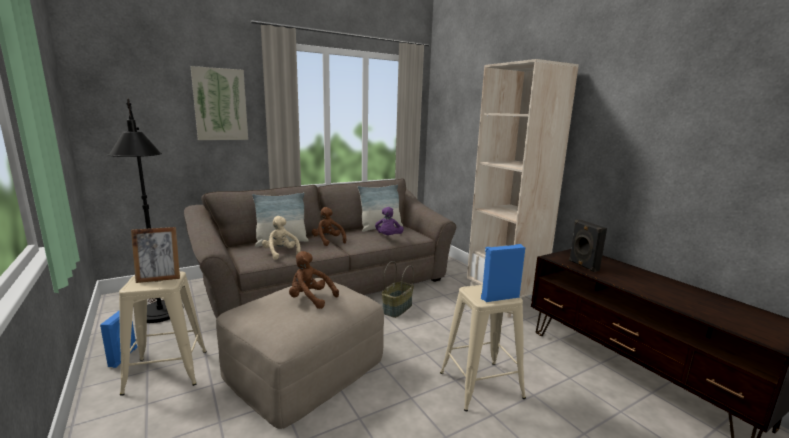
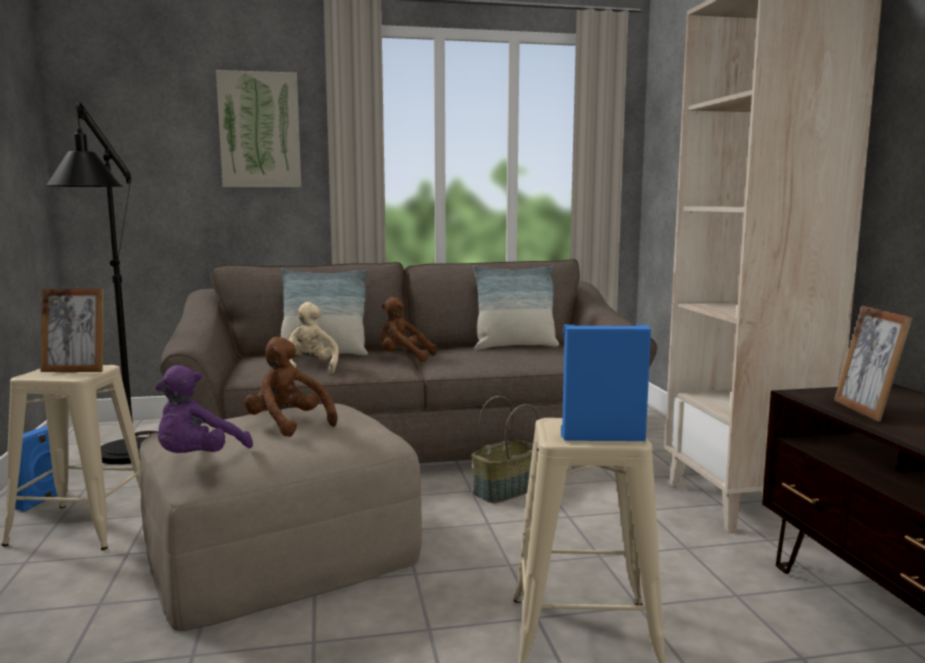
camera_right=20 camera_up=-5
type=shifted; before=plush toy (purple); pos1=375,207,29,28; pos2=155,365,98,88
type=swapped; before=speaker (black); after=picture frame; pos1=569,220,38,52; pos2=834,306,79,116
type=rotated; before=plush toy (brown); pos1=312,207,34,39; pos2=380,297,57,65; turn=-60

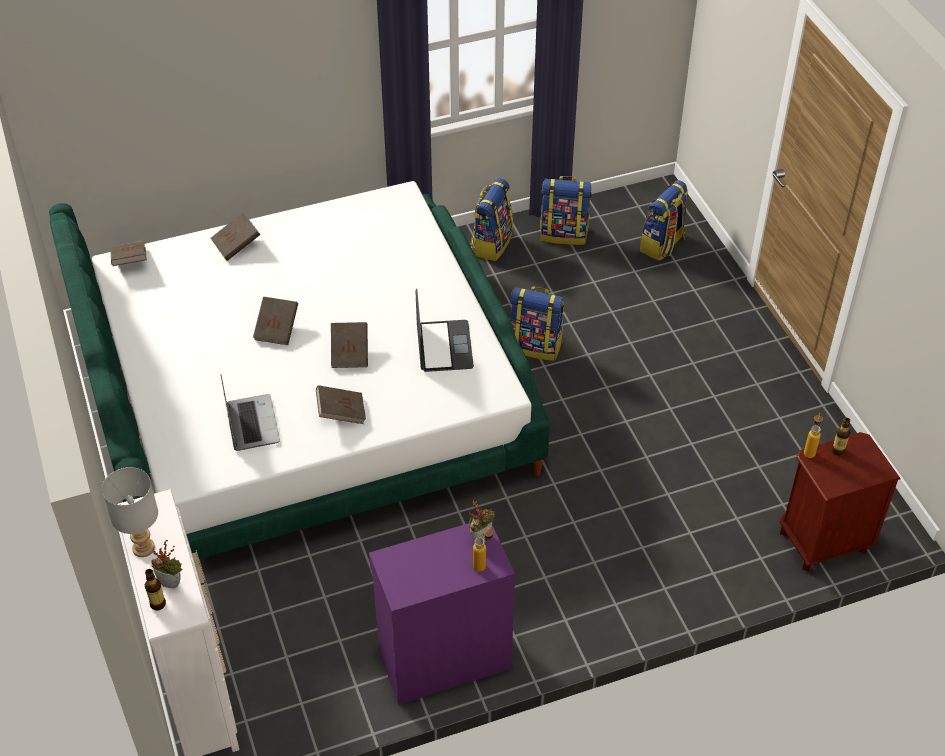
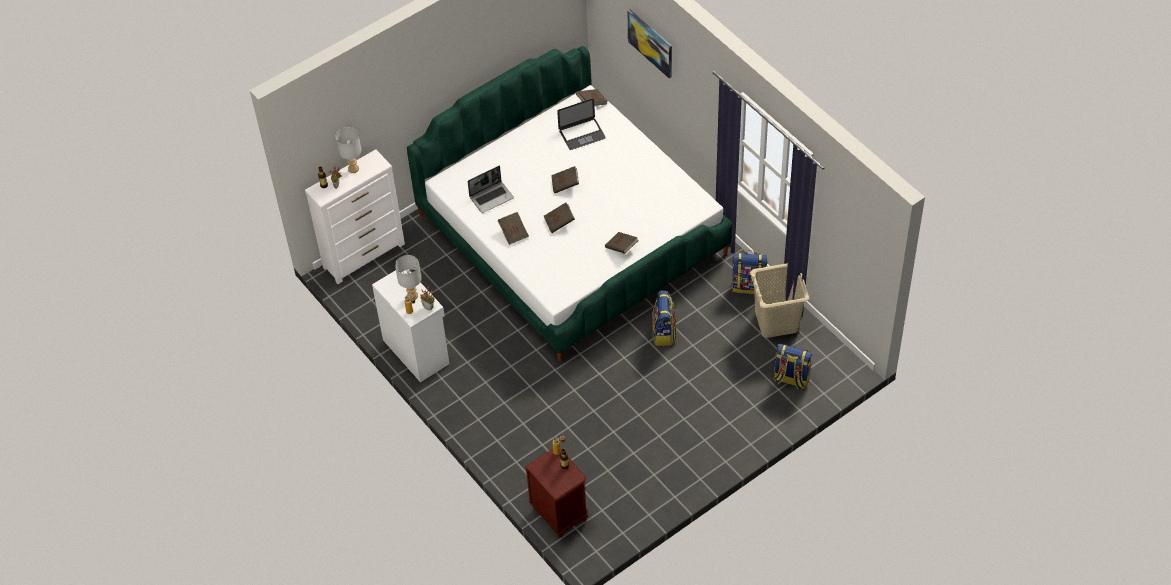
camera_right=75 camera_up=5
type=new; after=table lamp (grey); pos2=395,255,26,45
type=new; after=picture; pos2=627,9,45,69
type=shifted; before=book (brown); pos1=210,213,50,48; pos2=605,232,34,22
type=shifted; before=laptop; pos1=416,289,58,83; pos2=557,99,49,51
type=swapped; before=backpack; after=laundry basket (beige); pos1=541,176,51,69; pos2=750,263,59,75
type=repainted; before=cabinet (purple); after=cabinet (white); pos1=369,523,146,182; pos2=372,270,78,112

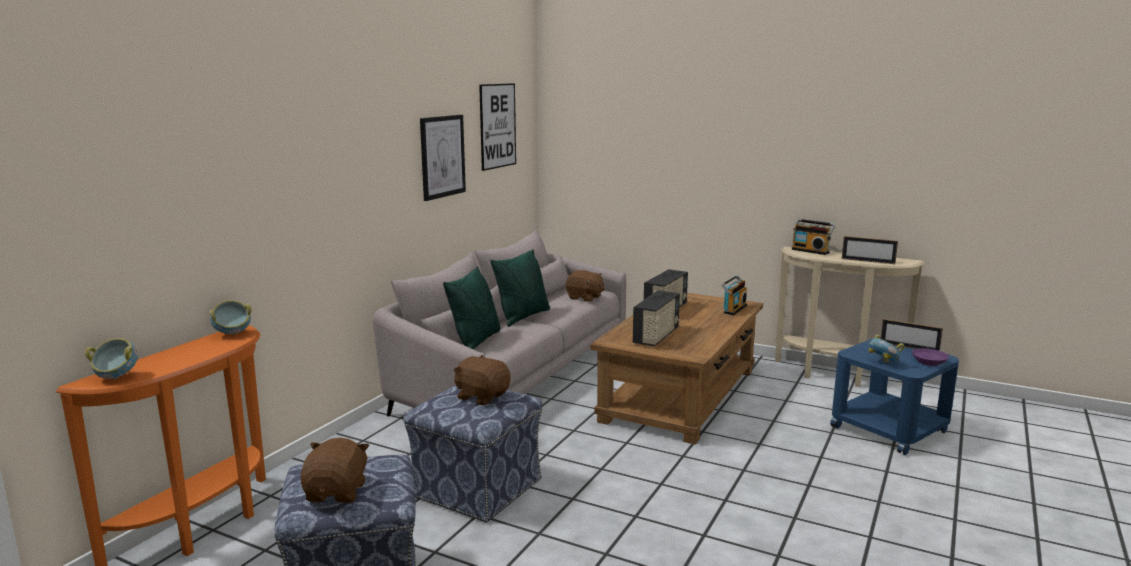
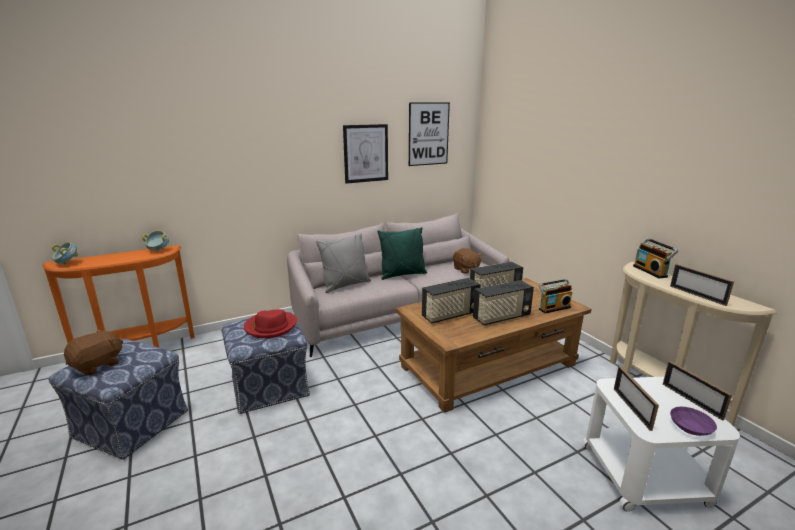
camera_right=35 camera_up=5
type=new; after=radio; pos2=473,280,61,45
type=swapped; before=plush toy (brown); after=hat (red); pos1=454,355,57,50; pos2=244,309,53,29
type=swapped; before=bowl; after=picture frame; pos1=868,335,36,28; pos2=614,366,45,65
type=repainted; before=pillow (green); after=pillow (grey); pos1=443,266,58,83; pos2=316,234,55,59
type=repainted; before=side table (blue); after=side table (white); pos1=830,337,129,118; pos2=582,377,158,135

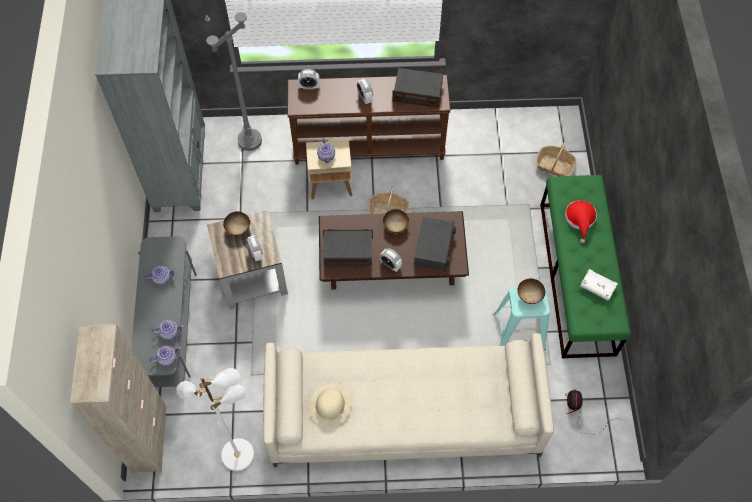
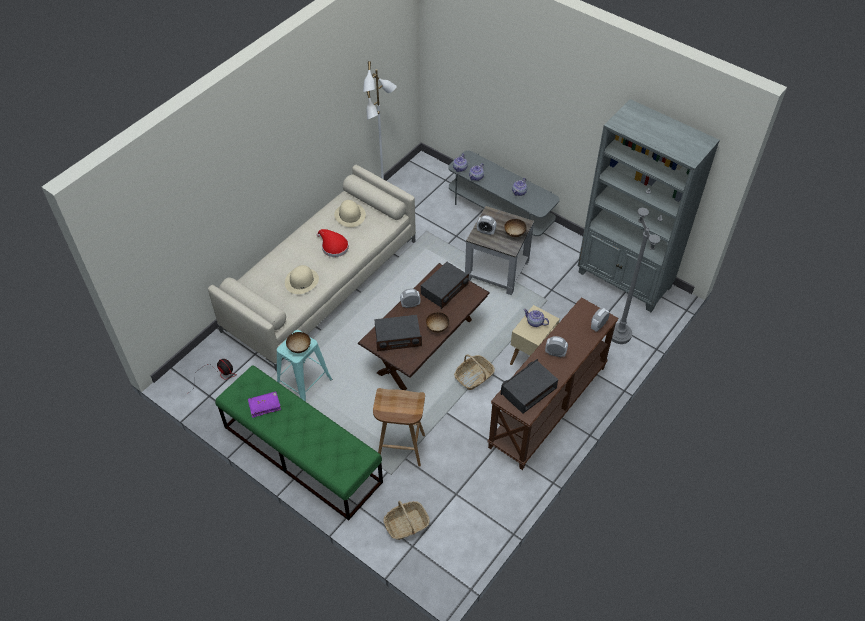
camera_right=130 camera_up=-10
type=gone; before=cabinet (beige); pos1=70,324,96,148
type=new; after=hat (beige); pos2=285,265,34,29
type=new; after=stool (brown); pos2=373,388,52,79
type=shifted; before=hat (red); pos1=565,200,32,43; pos2=317,229,32,28
type=repainted; before=book (white); after=book (purple); pos1=580,269,38,32; pos2=248,391,33,27
type=rotated; before=radio; pos1=414,217,42,55; pos2=374,315,48,36; turn=-60

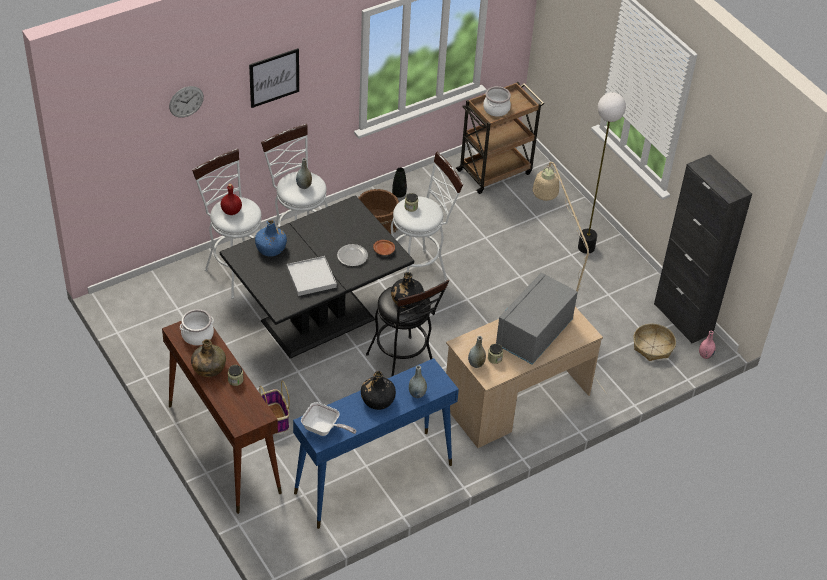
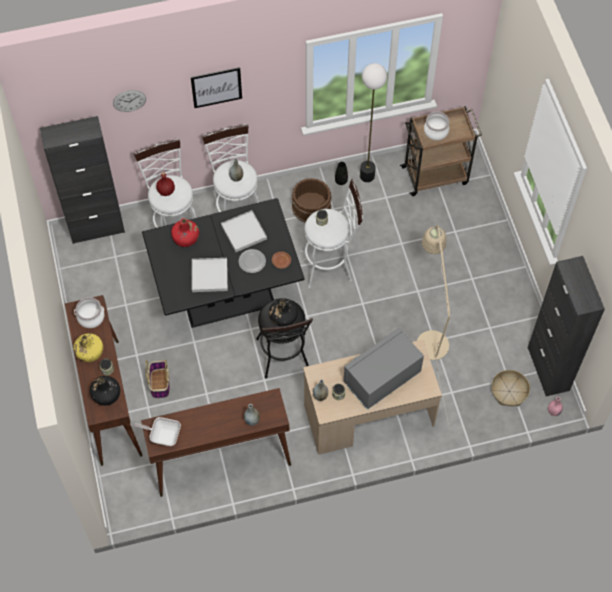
camera_right=20 camera_up=15
type=new; after=cabinet (black); pos2=40,116,85,128
type=new; after=tray (white); pos2=221,210,46,42
type=shifted; before=bottle (black); pos1=361,371,35,39; pos2=90,376,30,29
type=shifted; before=floor lamp; pos1=578,92,48,162; pos2=360,63,27,119
type=repainted; before=bottle (green); after=bottle (yellow); pos1=191,339,35,38; pos2=73,333,30,29
type=repainted; before=bottle (blue); after=bottle (red); pos1=255,220,32,37; pos2=171,218,28,29
type=repainted; before=console table (blue); after=console table (brown); pos1=293,358,166,171; pos2=141,388,150,109
type=rotated; before=frying pan; pos1=301,402,55,34; pos2=132,417,49,29; turn=150

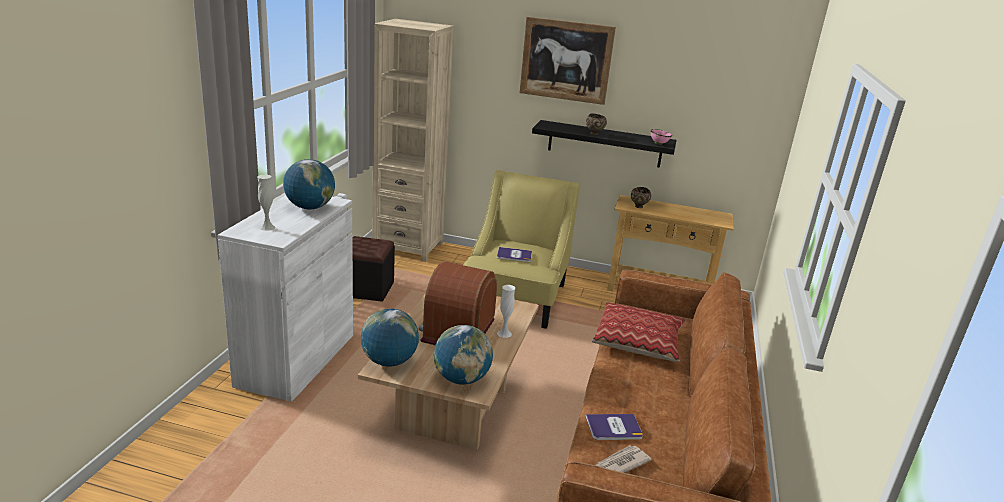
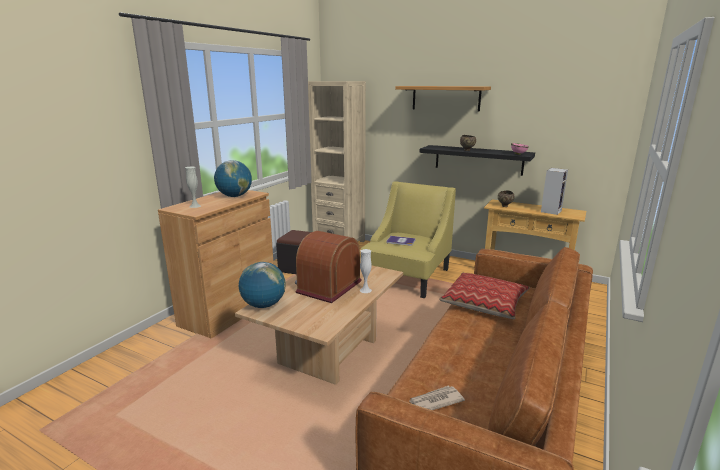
camera_right=15 camera_up=-5
type=gone; before=globe; pos1=433,325,60,60
type=gone; before=book; pos1=586,414,57,26
type=new; after=speaker; pos2=541,168,27,47
type=swapped; before=picture; after=shelf; pos1=520,17,96,88; pos2=395,86,96,26
type=repainted; before=cabinet (white); after=cabinet (brown); pos1=218,196,135,206; pos2=158,190,116,149

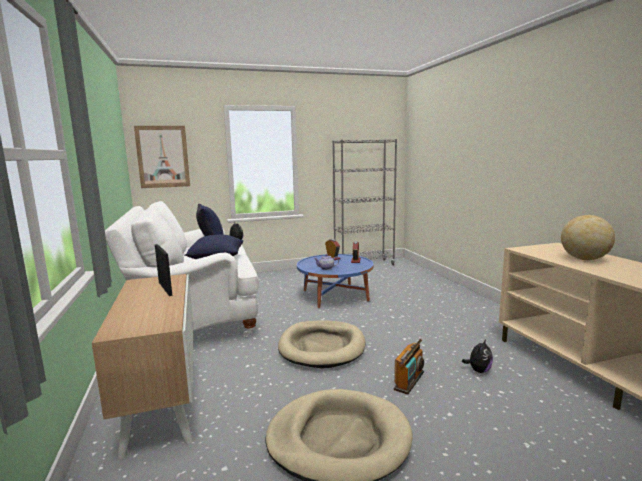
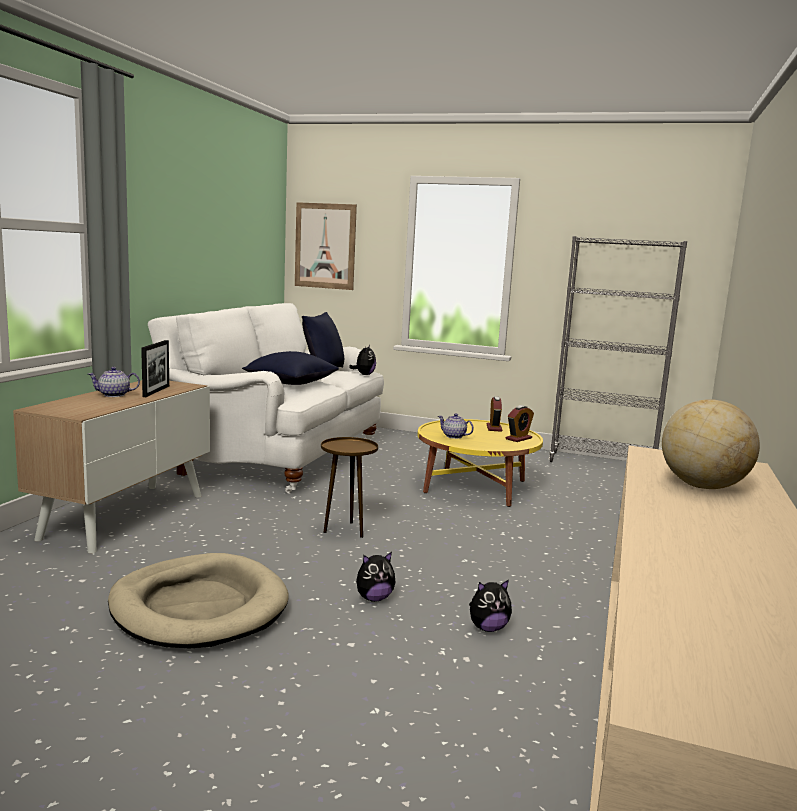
camera_right=35 camera_up=0
type=new; after=teapot; pos2=88,367,52,30
type=swapped; before=dog bed (beige); after=side table (brown); pos1=278,320,87,48; pos2=321,437,57,101
type=swapped; before=radio; after=plush toy; pos1=394,339,30,55; pos2=356,552,39,50
type=repainted; before=coffee table (blue); after=coffee table (yellow); pos1=297,254,76,54; pos2=418,419,125,88

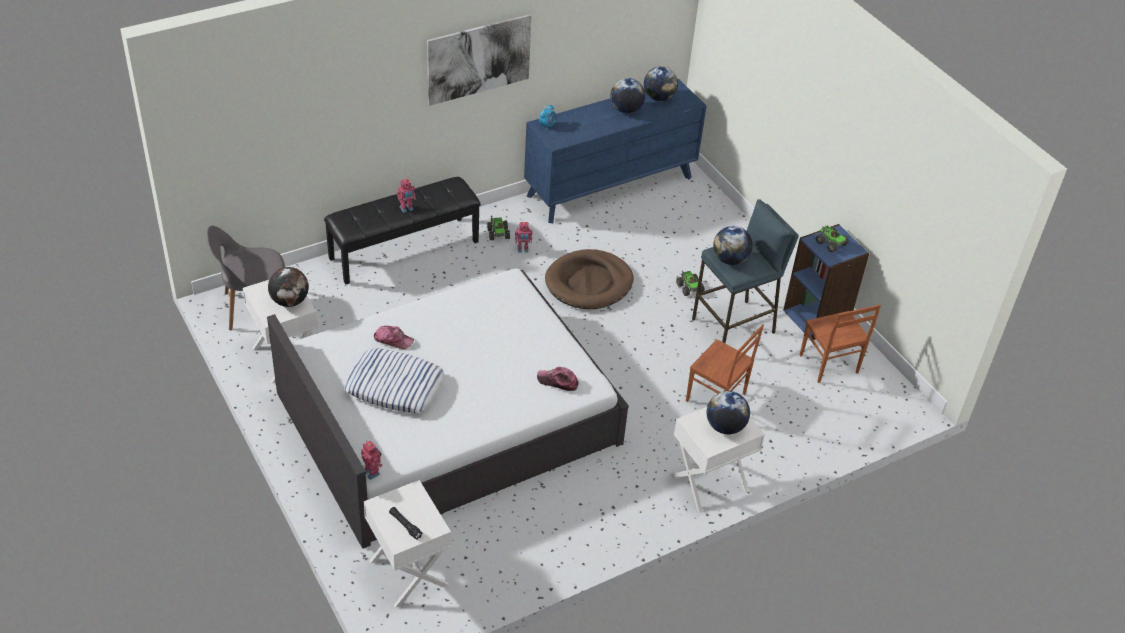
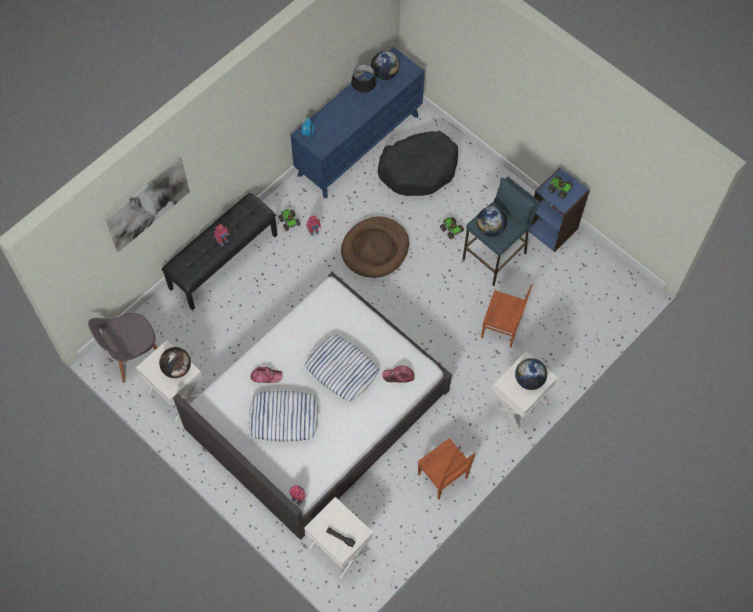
camera_right=-15 camera_up=20
type=new; after=pillow; pos2=305,334,74,67
type=new; after=dog bed (black); pos2=377,131,81,65
type=shifted; before=picture; pos1=427,14,105,92; pos2=105,157,85,95
type=shifted; before=chair (brown); pos1=800,305,81,78; pos2=418,438,57,62
type=swapped; before=globe; after=table lamp (black); pos1=610,78,35,35; pos2=351,64,26,29

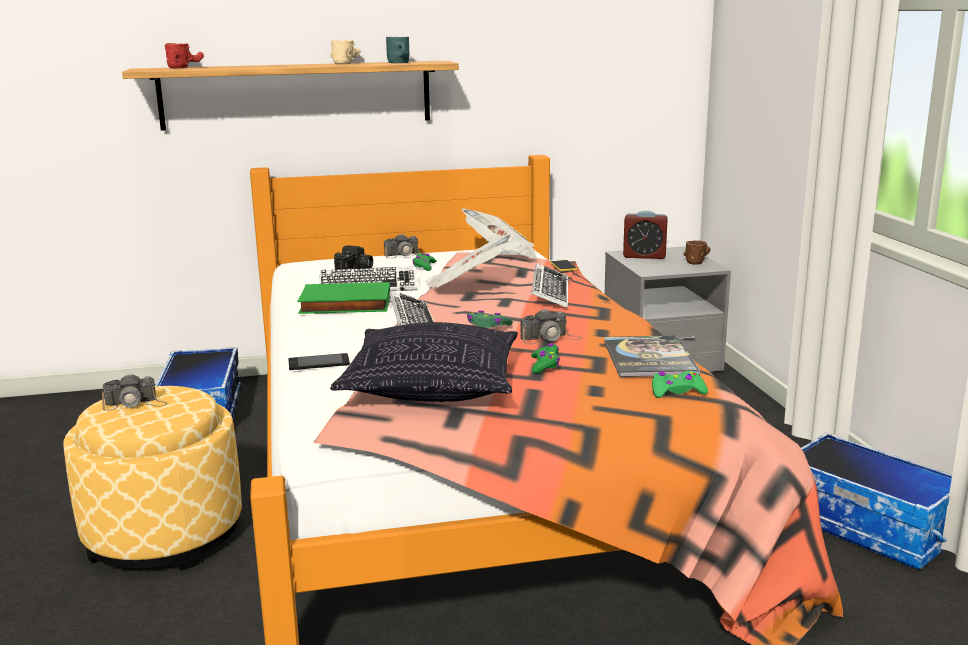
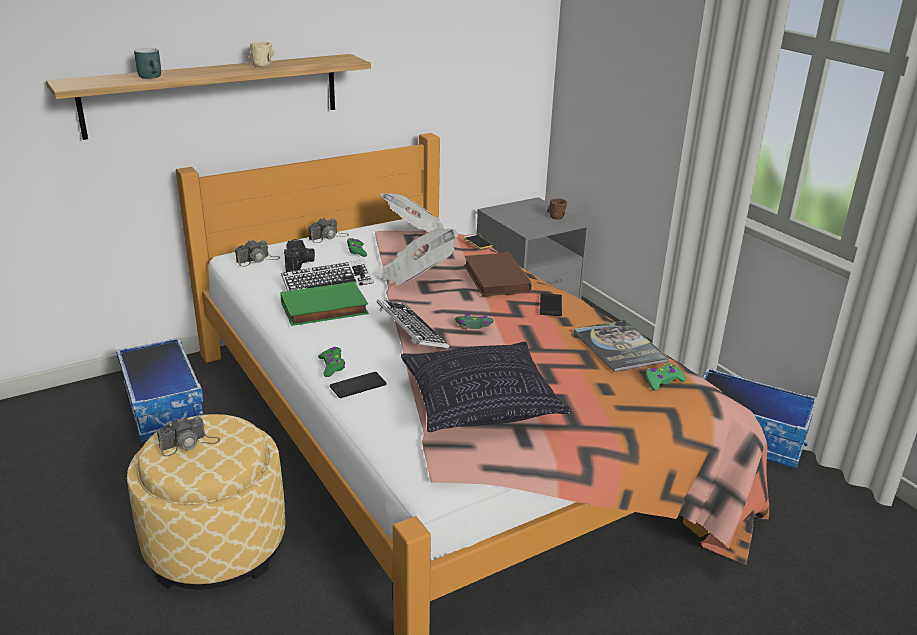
camera_right=-20 camera_up=10
type=gone; before=mug (red); pos1=165,43,39,25
type=gone; before=alarm clock; pos1=623,211,45,48
type=new; after=phone; pos2=540,293,22,23
type=shifted; before=mug (turquoise); pos1=386,36,23,27; pos2=134,48,27,31
type=shifted; before=photo camera; pos1=520,309,62,35; pos2=235,240,45,27
type=shifted; before=game controller (green); pos1=531,343,29,31; pos2=318,347,27,30
type=swapped; before=keyboard; after=book (brown); pos1=531,263,37,45; pos2=464,252,68,45

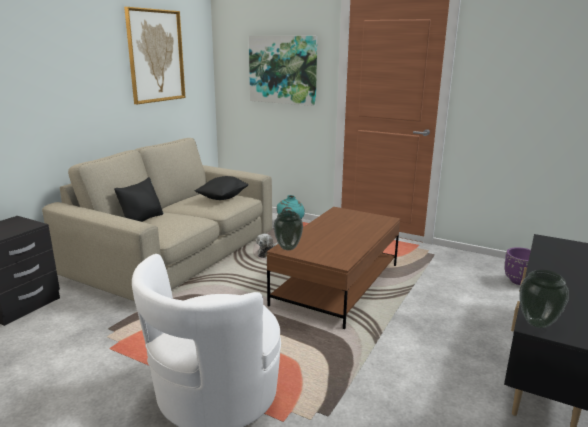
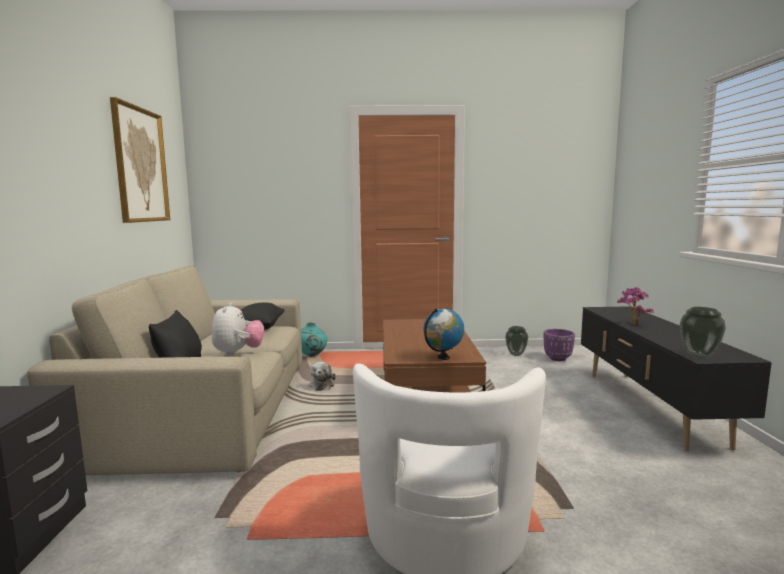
camera_right=-30 camera_up=-10
type=gone; before=picture; pos1=249,36,68,70
type=new; after=plush toy; pos2=212,303,52,53
type=new; after=globe; pos2=424,308,40,52
type=new; after=potted plant; pos2=617,287,37,38
type=shifted; before=vase; pos1=273,211,30,39; pos2=505,326,23,30

